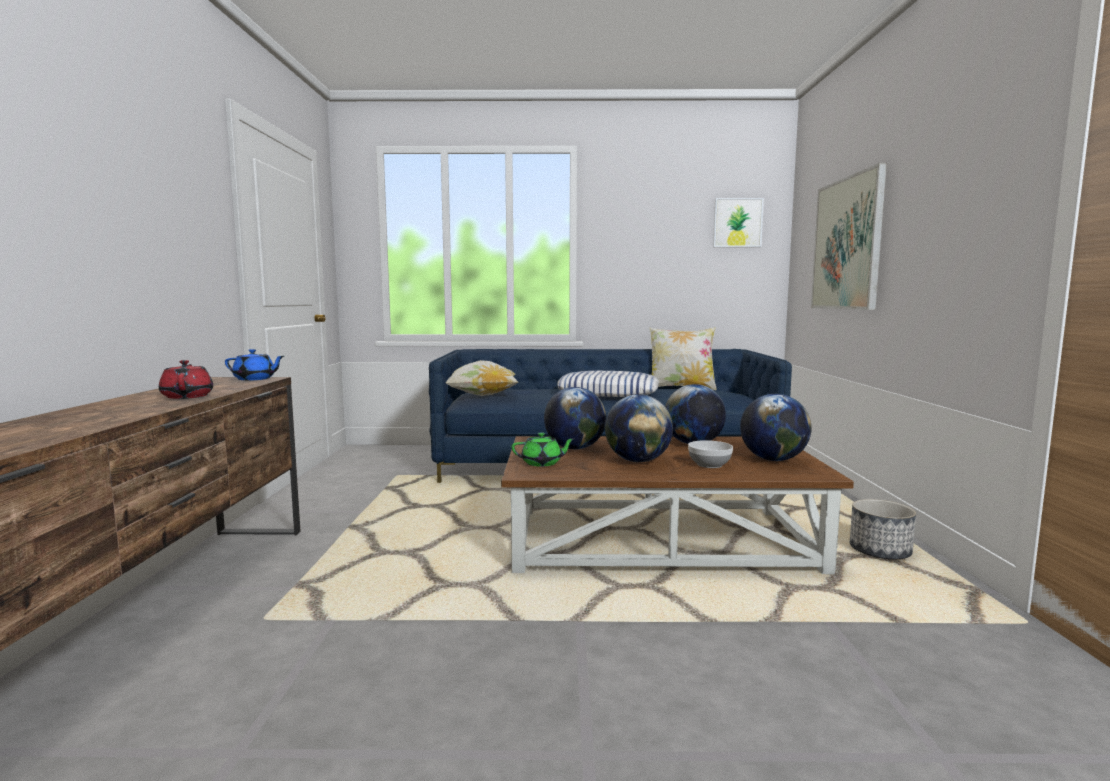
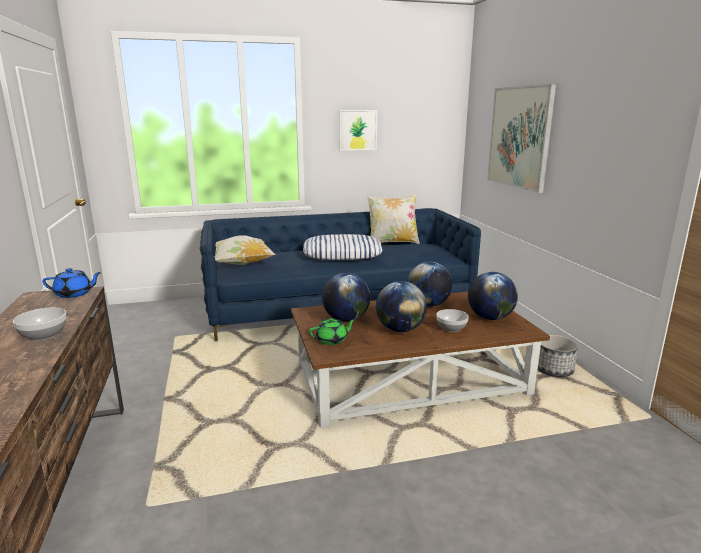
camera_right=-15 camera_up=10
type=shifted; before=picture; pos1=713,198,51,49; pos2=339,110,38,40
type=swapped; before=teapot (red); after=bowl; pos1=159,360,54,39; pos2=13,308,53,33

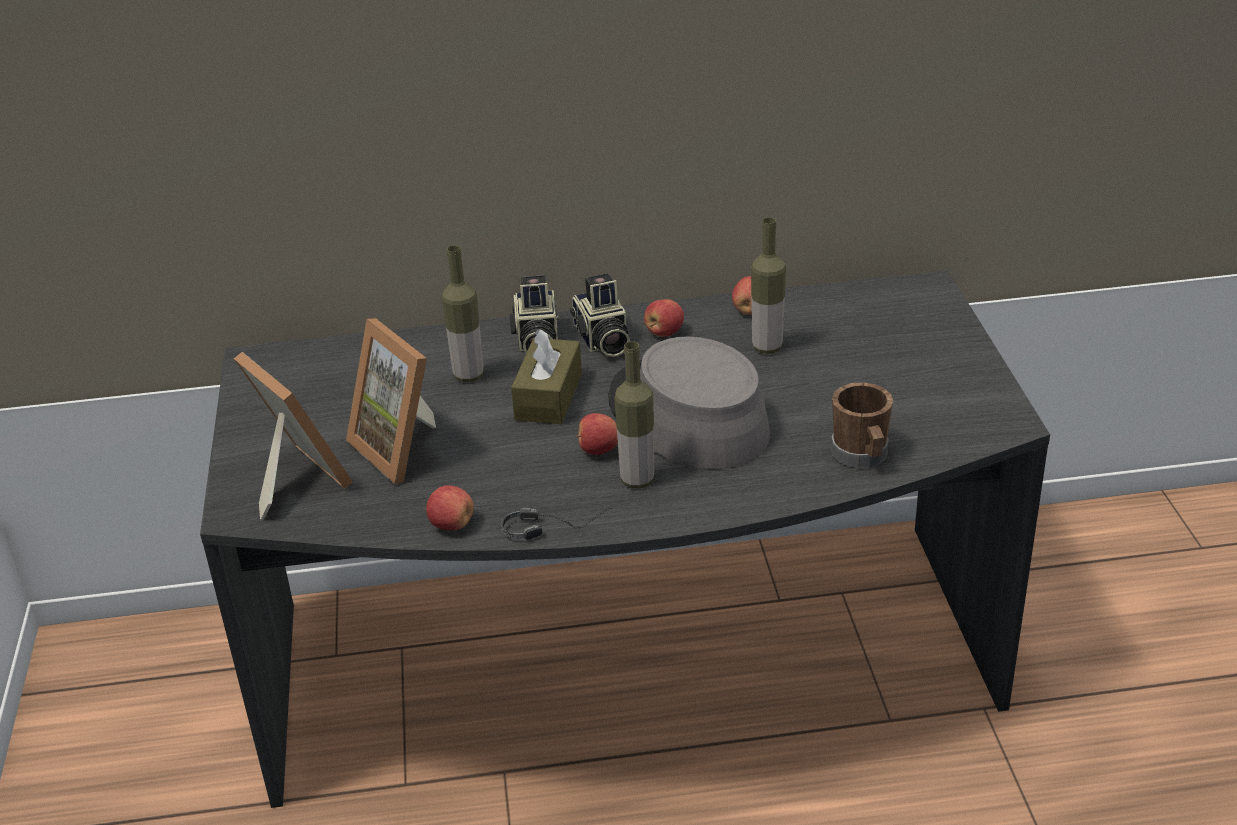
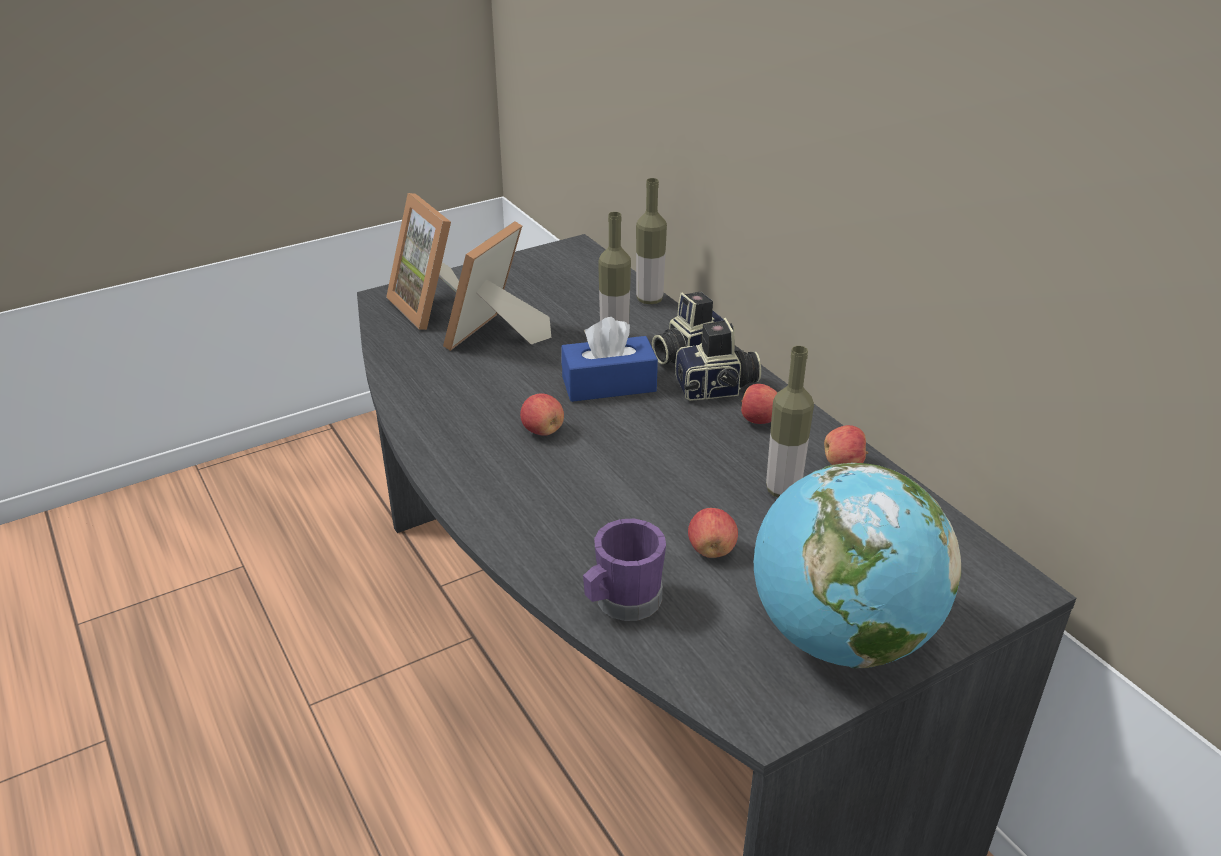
camera_right=65 camera_up=0
type=gone; before=headphones; pos1=501,507,112,33
type=gone; before=hat (grey); pos1=608,337,162,132
type=new; after=globe; pos2=754,463,207,206
type=shifted; before=apple; pos1=426,485,48,45; pos2=688,508,50,50
type=shifted; before=bottle; pos1=615,341,39,148; pos2=636,178,31,126
type=repainted; before=tissue box (brown); after=tissue box (blue); pos1=511,329,71,95; pos2=561,317,97,85
type=repainted; before=mug (brown); after=mug (purple); pos1=831,382,62,86; pos2=583,519,83,102
type=rotated; before=picture frame; pos1=234,352,119,168; pos2=386,193,73,137; turn=120
type=rotated; before=photo camera; pos1=570,273,60,84; pos2=675,318,86,83; turn=-150

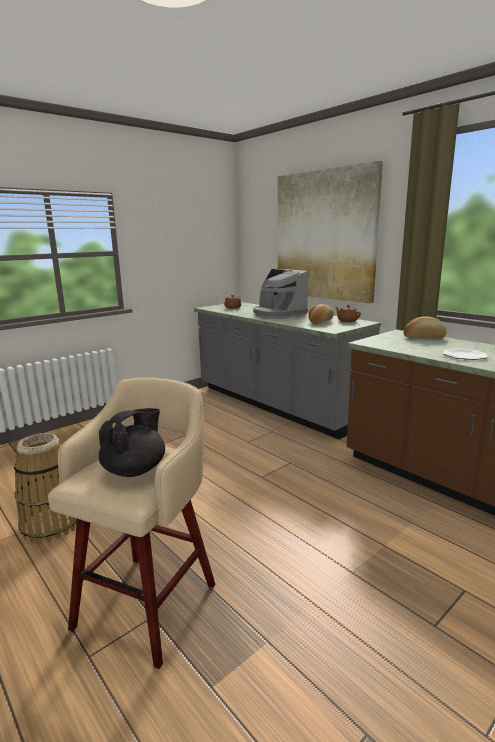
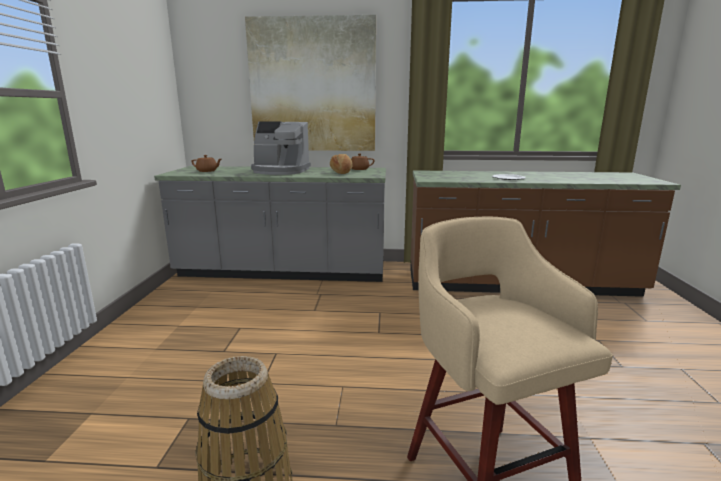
camera_right=-45 camera_up=0
type=gone; before=teapot (black); pos1=99,408,66,69
type=gone; before=bread; pos1=403,316,44,22

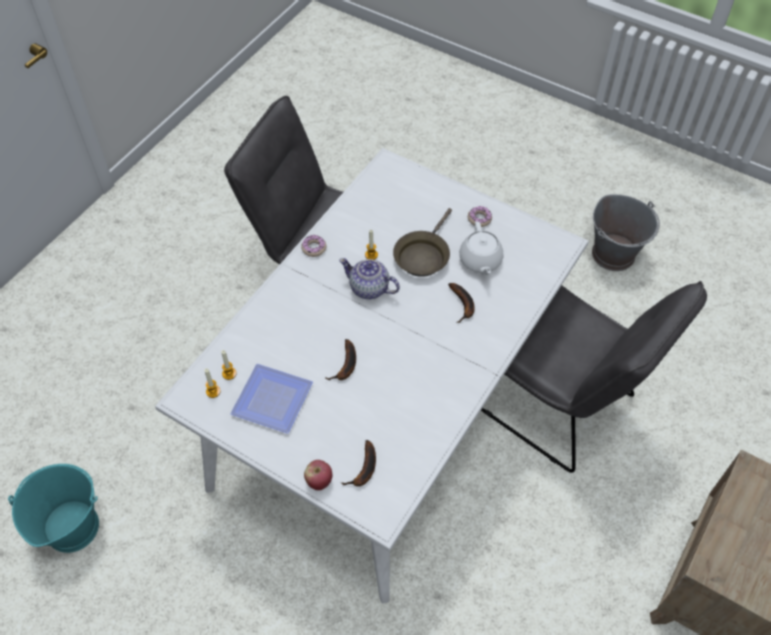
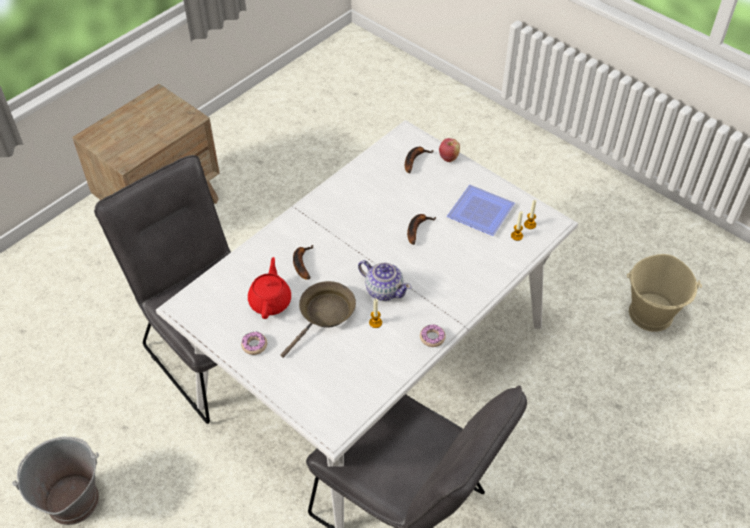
camera_right=-170 camera_up=-5
type=repainted; before=bucket (turquoise); after=bucket (beige); pos1=8,464,91,89; pos2=627,254,75,78
type=repainted; before=teapot (white); after=teapot (red); pos1=459,221,44,54; pos2=248,257,43,62

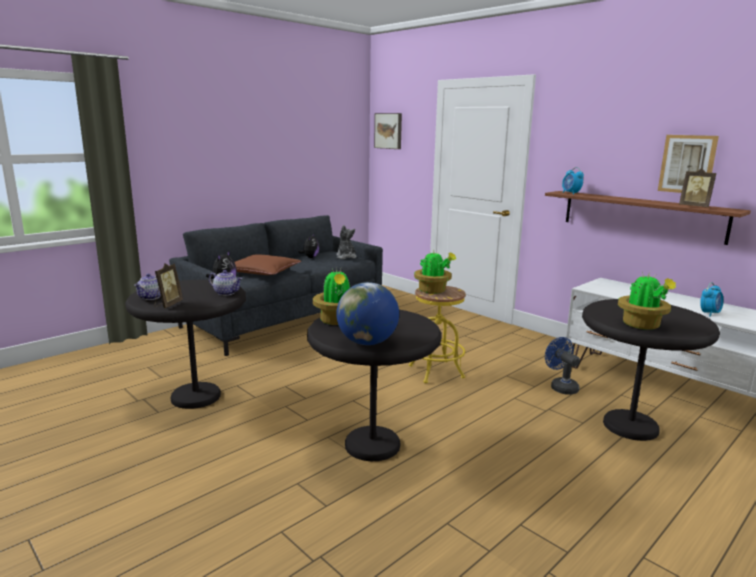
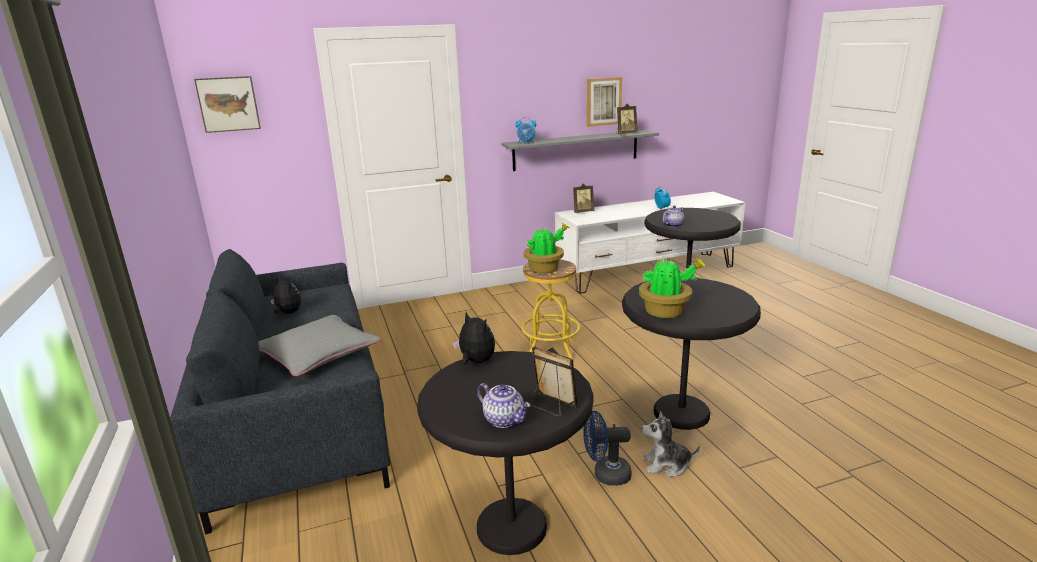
camera_right=-65 camera_up=5
type=gone; before=globe; pos1=336,282,63,63
type=gone; before=potted plant; pos1=618,272,58,58
type=new; after=picture frame; pos2=573,184,21,29
type=shifted; before=teapot; pos1=209,270,34,26; pos2=663,206,21,21
type=shifted; before=plush toy; pos1=336,225,21,34; pos2=642,411,58,66
type=shifted; before=fan (blue); pos1=545,337,35,58; pos2=583,411,49,75
type=repainted; before=pillow (brown); after=pillow (grey); pos1=235,254,66,21; pos2=258,315,124,61
type=repainted; before=shelf (brown); after=shelf (grey); pos1=545,191,206,54; pos2=502,130,157,41

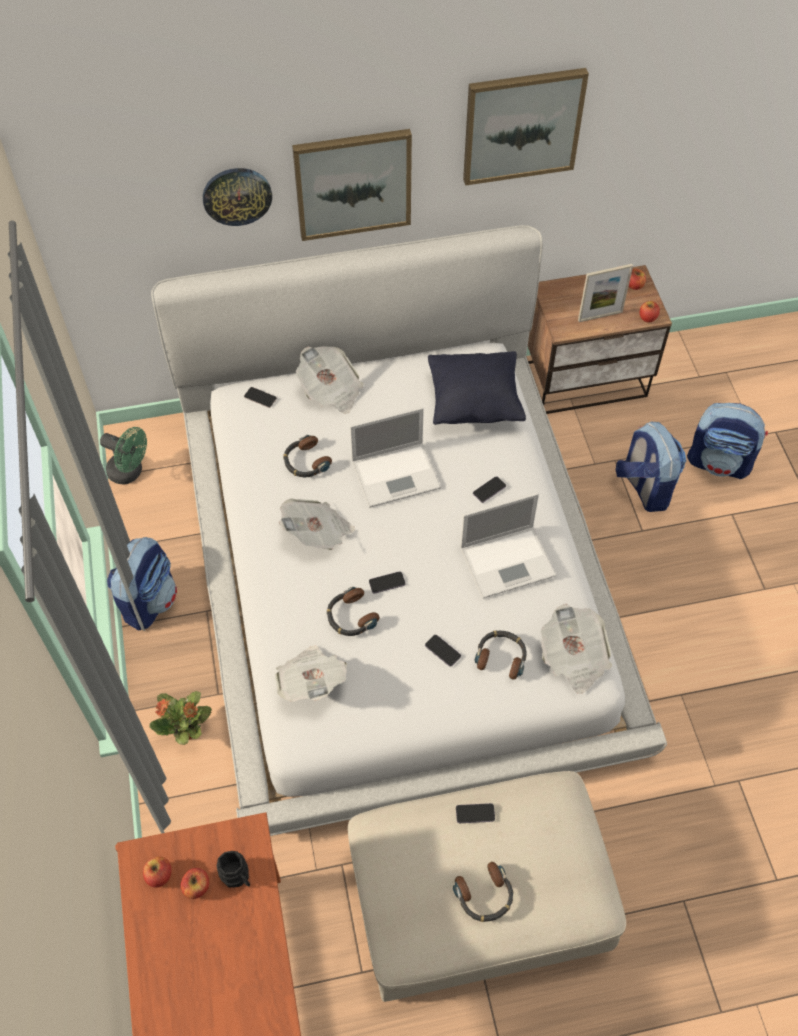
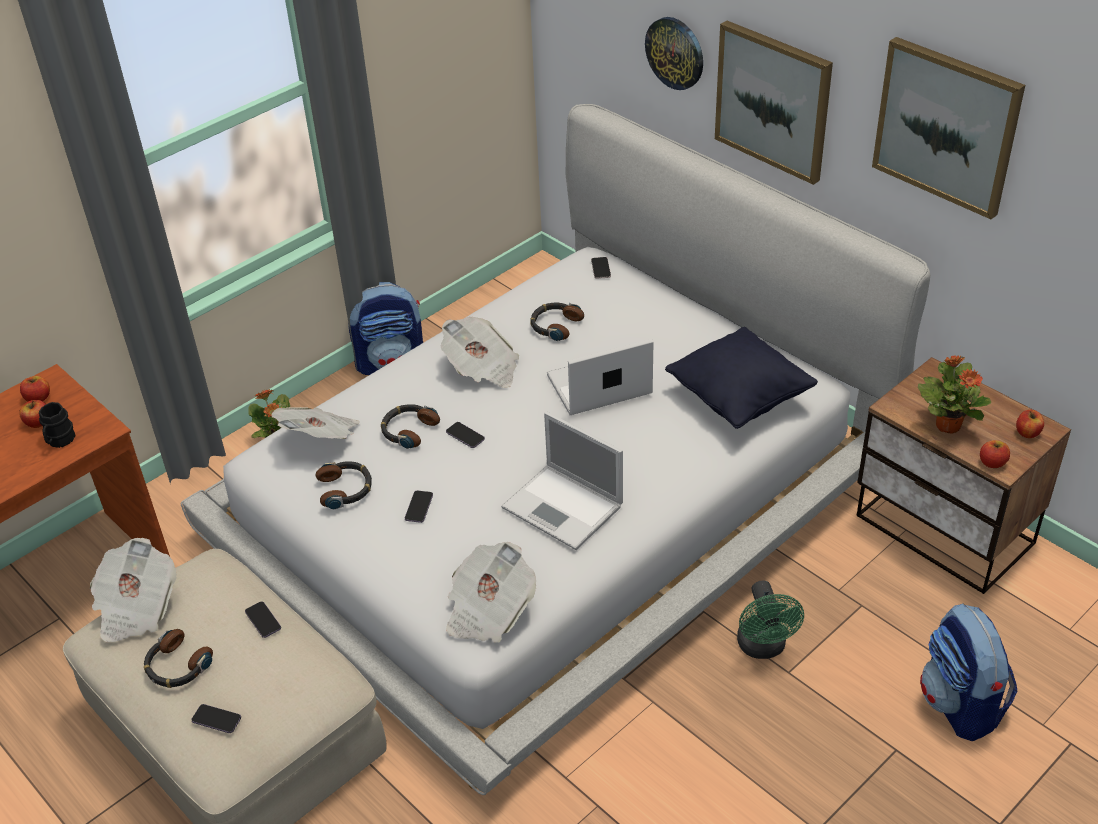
camera_right=60 camera_up=-15
type=gone; before=backpack; pos1=616,422,71,90
type=shifted; before=fan (green); pos1=100,427,47,57; pos2=737,580,67,79
type=shifted; before=newspaper; pos1=296,346,67,68; pos2=90,538,87,104
type=shifted; before=phone; pos1=473,476,33,27; pos2=191,704,50,29
type=shifted; before=headphones; pos1=474,630,53,50; pos2=315,461,57,49
type=swapped; before=picture frame; after=potted plant; pos1=578,264,55,58; pos2=918,355,73,78
type=rotated; before=laptop; pos1=350,407,91,101; pos2=547,339,106,76; turn=120

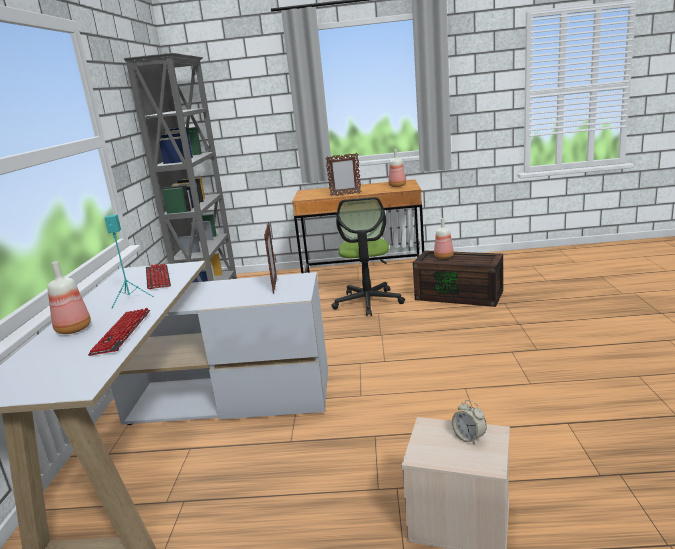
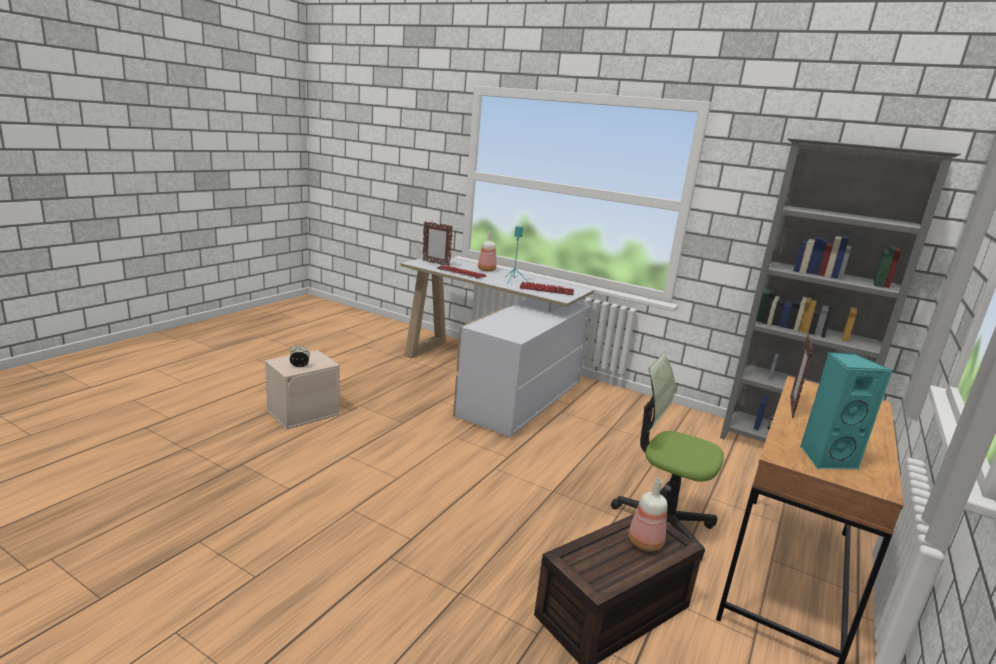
camera_right=115 camera_up=0
type=shifted; before=picture frame; pos1=264,222,13,71; pos2=423,221,30,45
type=swapped; before=bottle; after=speaker (turquoise); pos1=388,149,18,38; pos2=800,352,92,118

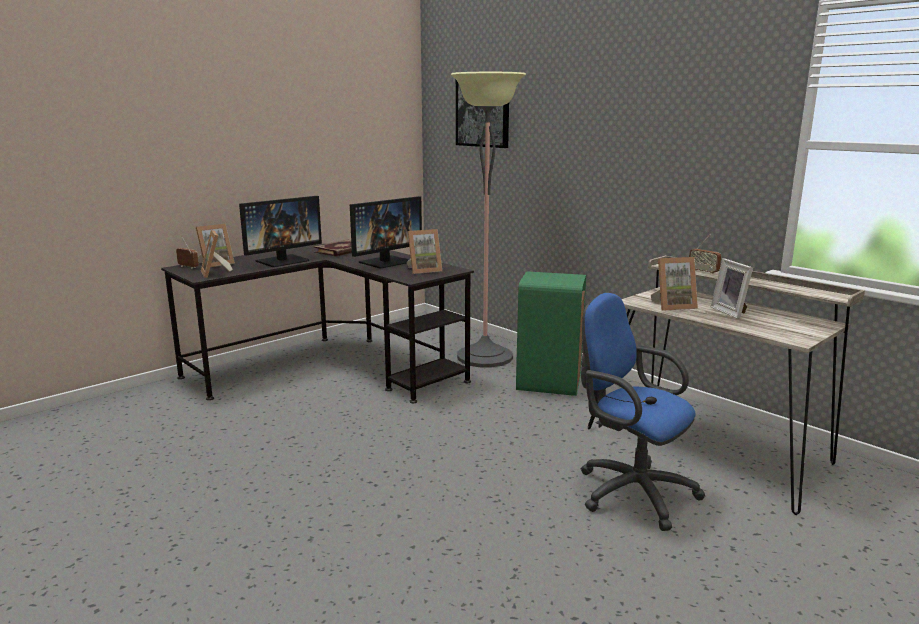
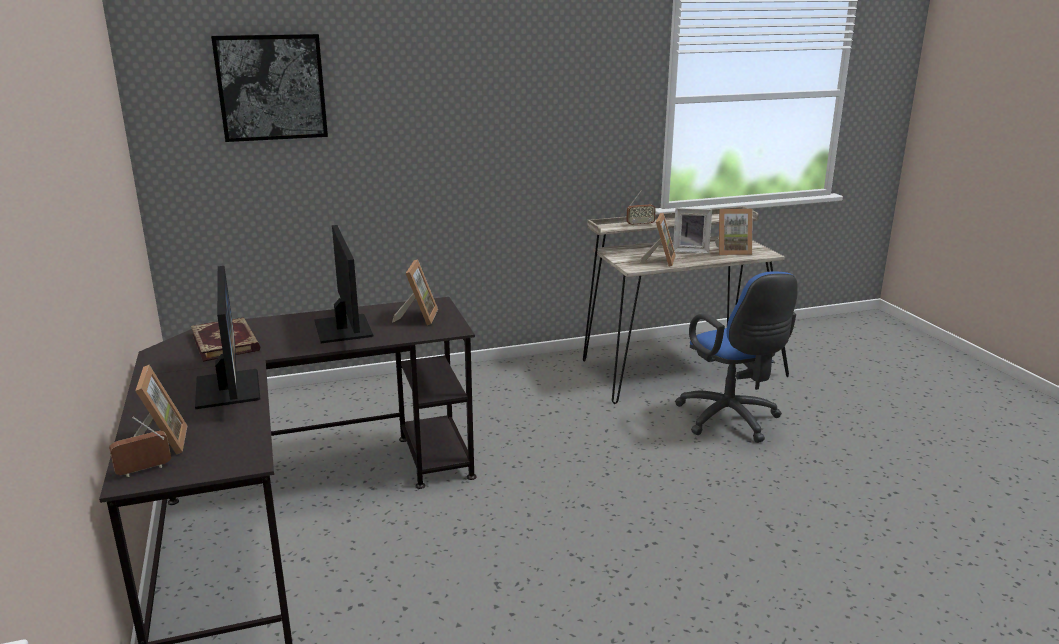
camera_right=-65 camera_up=5
type=gone; before=floor lamp; pos1=451,72,75,295
type=gone; before=trash can (green); pos1=516,271,70,125
type=shifted; before=picture frame; pos1=201,230,32,48; pos2=715,209,38,46
type=rotated; before=office chair (blue); pos1=581,293,124,238; pos2=675,271,123,172; turn=-90

